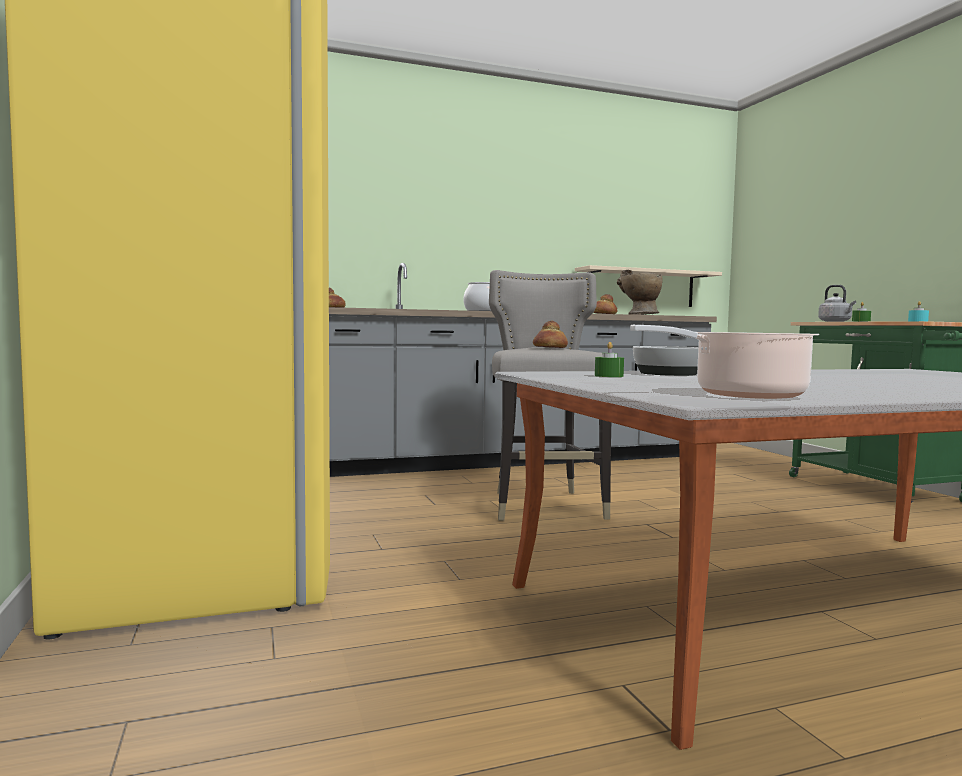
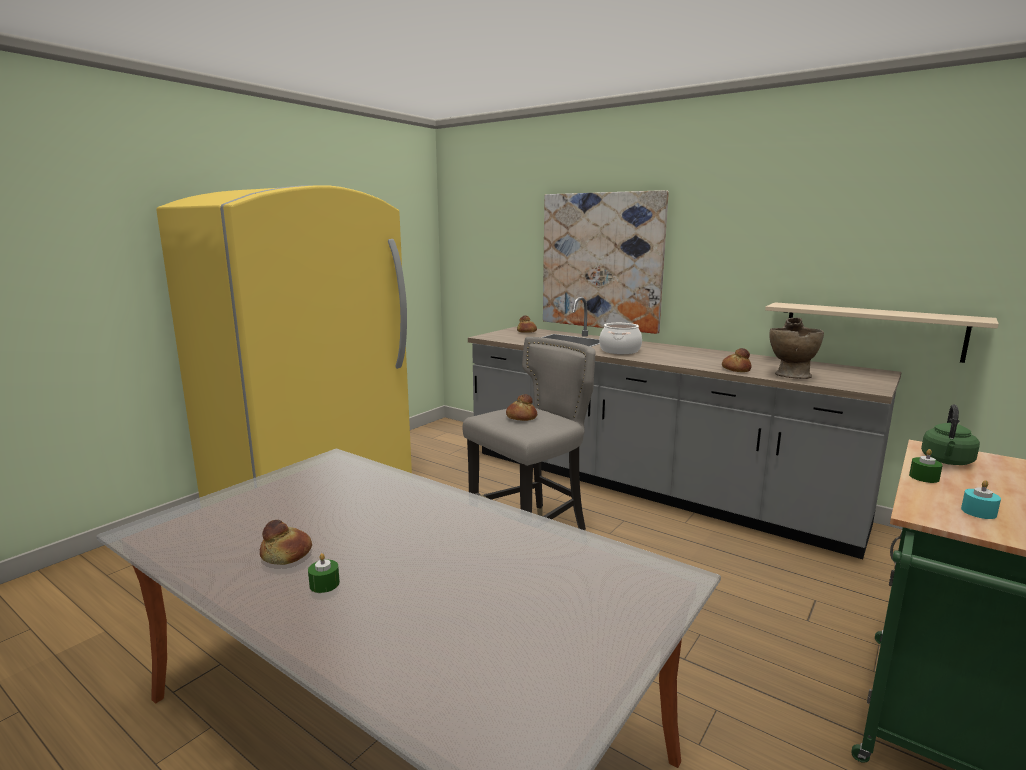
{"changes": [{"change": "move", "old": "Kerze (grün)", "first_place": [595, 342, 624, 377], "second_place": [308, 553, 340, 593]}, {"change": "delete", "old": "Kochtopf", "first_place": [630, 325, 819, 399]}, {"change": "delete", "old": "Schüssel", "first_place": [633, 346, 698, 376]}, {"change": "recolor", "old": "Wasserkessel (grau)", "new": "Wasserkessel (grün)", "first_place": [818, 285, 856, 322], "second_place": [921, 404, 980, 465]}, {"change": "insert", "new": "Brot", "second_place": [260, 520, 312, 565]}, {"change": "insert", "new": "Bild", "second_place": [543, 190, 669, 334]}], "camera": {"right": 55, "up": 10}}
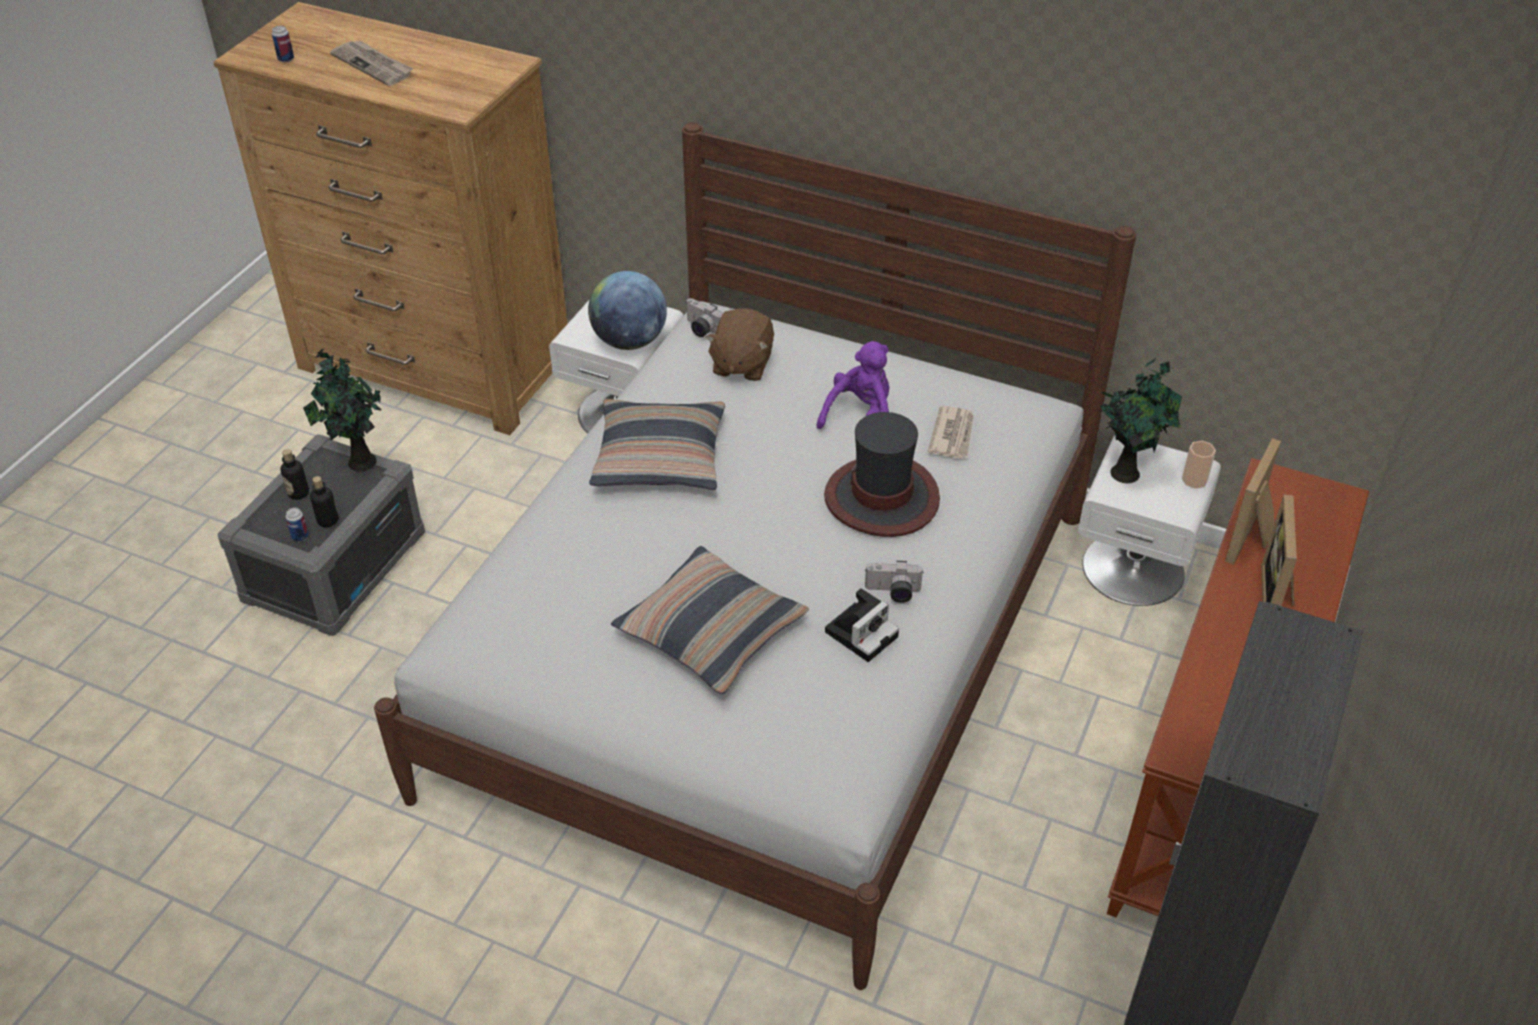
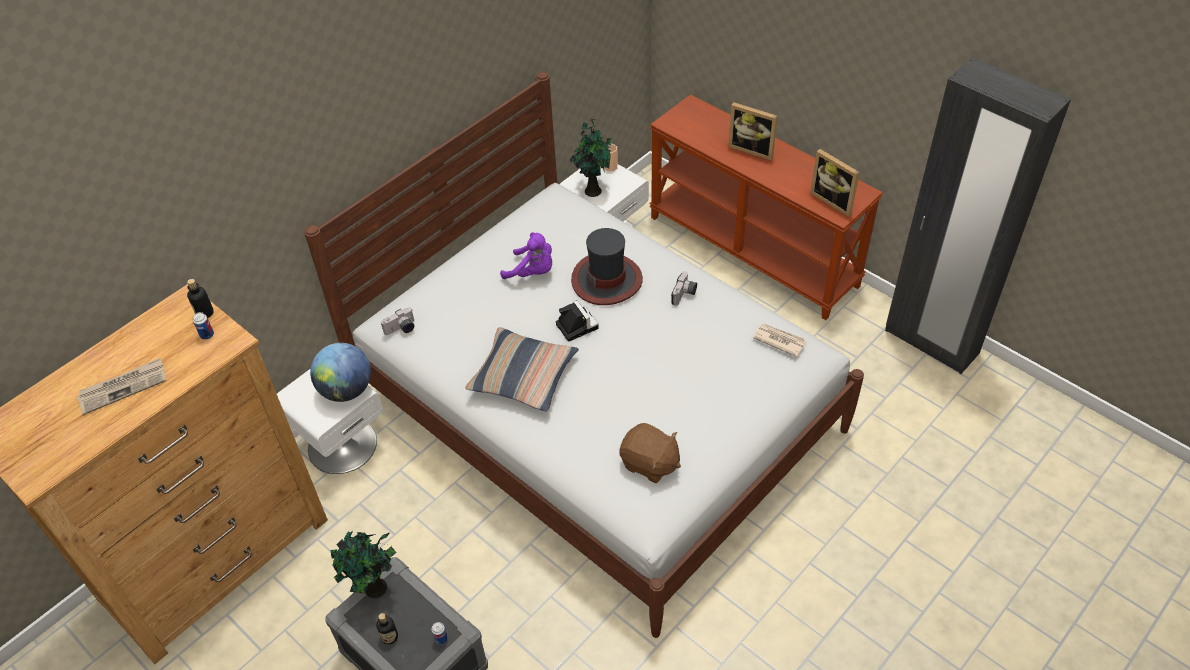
{"changes": [{"change": "move", "old": "Dose", "first_place": [272, 26, 294, 62], "second_place": [193, 312, 214, 340]}, {"change": "move", "old": "Flasche", "first_place": [310, 476, 339, 527], "second_place": [187, 279, 214, 318]}, {"change": "delete", "old": "Kissen", "first_place": [611, 546, 809, 694]}, {"change": "move", "old": "Plüschtier (braun)", "first_place": [705, 308, 774, 381], "second_place": [620, 423, 681, 483]}, {"change": "rotate", "old": "Plüschtier (lila)", "first_place": [817, 341, 889, 429], "second_place": [500, 232, 552, 279], "degrees": 150}, {"change": "move", "old": "Kamera", "first_place": [825, 588, 899, 662], "second_place": [556, 300, 599, 342]}, {"change": "move", "old": "Zeitung", "first_place": [928, 406, 974, 459], "second_place": [753, 323, 807, 357]}, {"change": "move", "old": "Bilderrahmen", "first_place": [1225, 438, 1281, 565], "second_place": [810, 149, 860, 217]}], "camera": {"right": -70, "up": 5}}
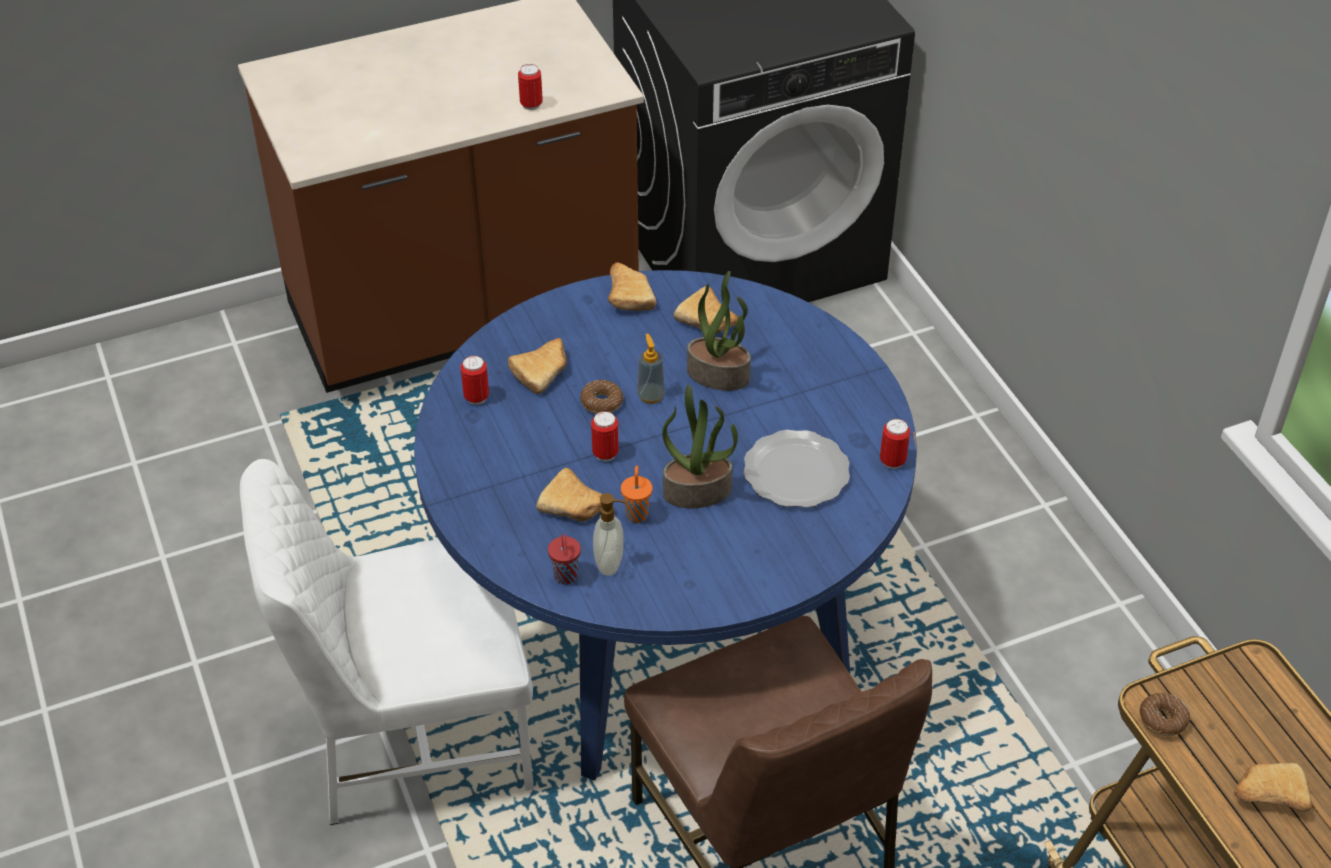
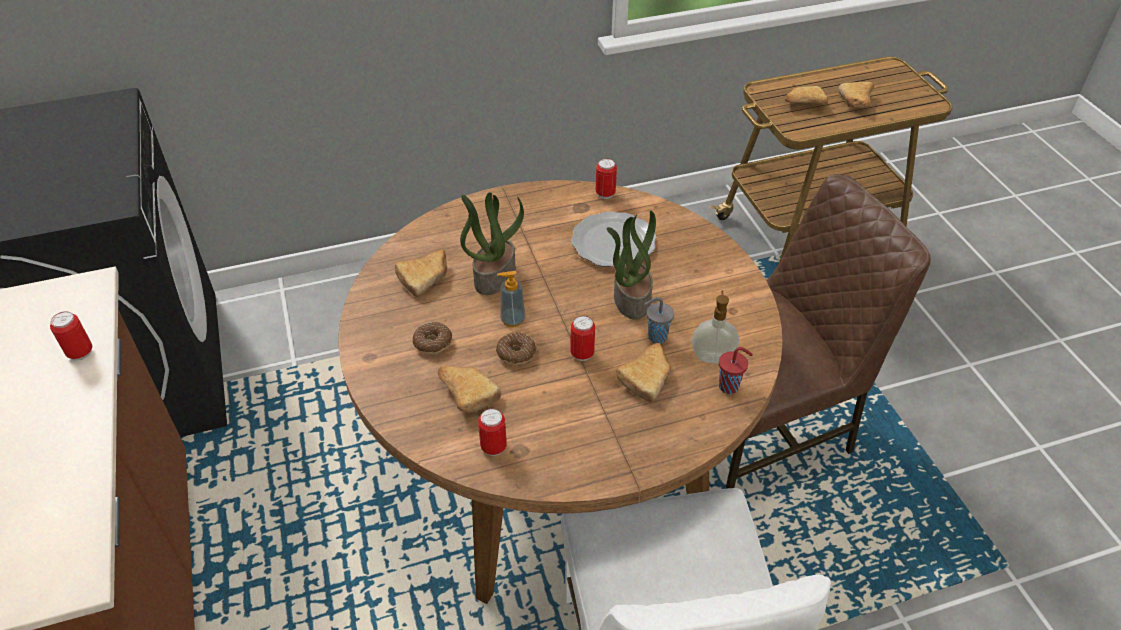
{"changes": [{"change": "recolor", "old": "Esstisch (blau)", "new": "Esstisch (braun)", "first_place": [414, 270, 917, 781], "second_place": [339, 180, 783, 604]}, {"change": "move", "old": "Brot", "first_place": [608, 262, 656, 311], "second_place": [785, 86, 828, 105]}, {"change": "recolor", "old": "Tasse (orange)", "new": "Tasse (grau)", "first_place": [621, 466, 653, 523], "second_place": [644, 297, 674, 344]}, {"change": "move", "old": "Donut", "first_place": [1139, 693, 1190, 736], "second_place": [412, 322, 452, 354]}], "camera": {"right": -85, "up": 0}}
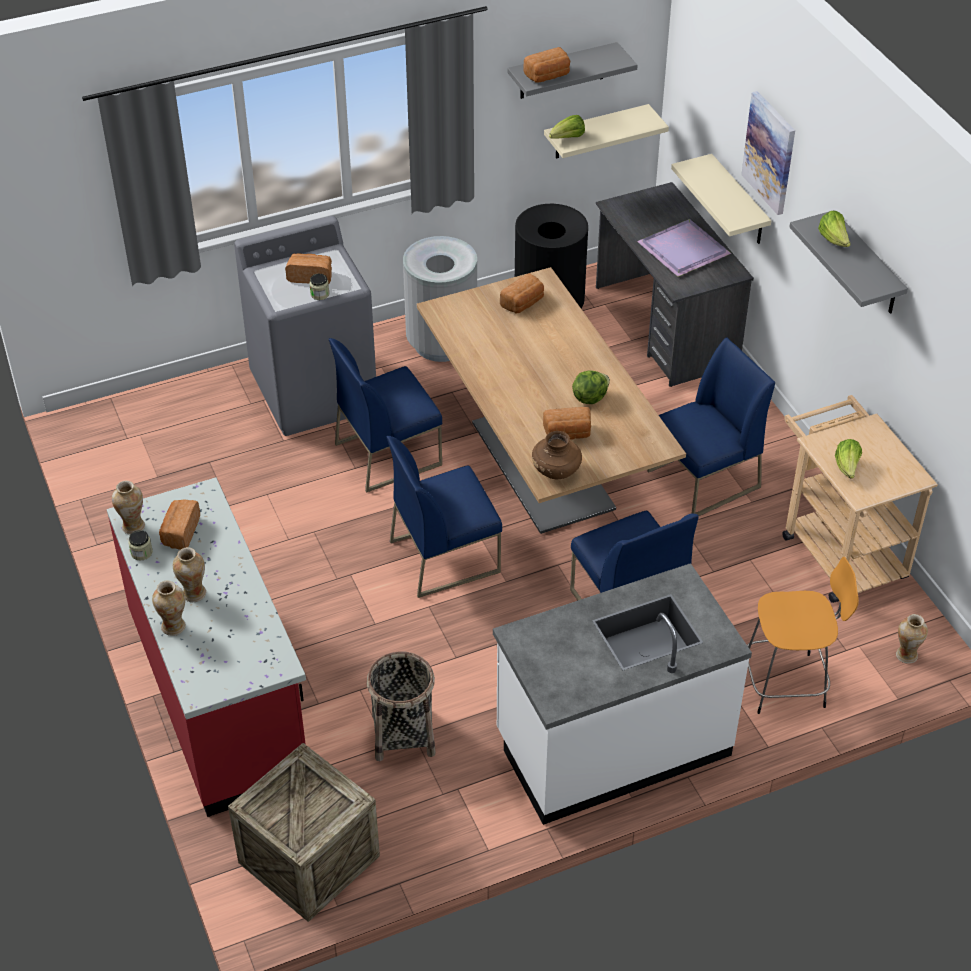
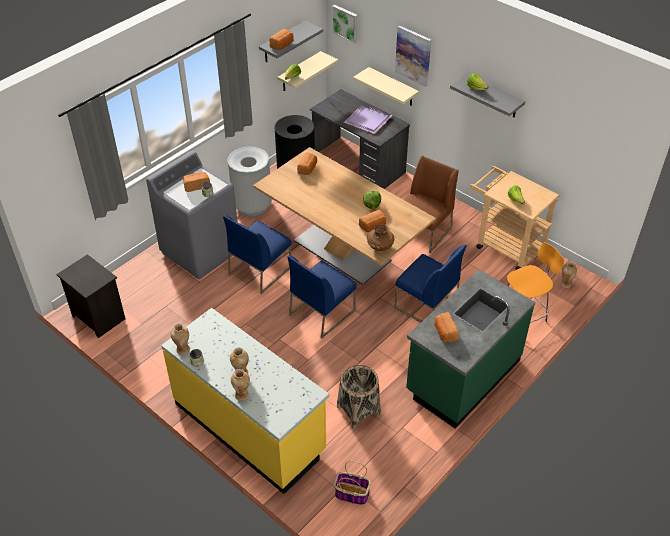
{"changes": [{"change": "recolor", "old": "Küchenzeile (rot)", "new": "Küchenzeile (gelb)", "first_place": [107, 477, 306, 817], "second_place": [161, 308, 329, 494]}, {"change": "move", "old": "Brot", "first_place": [159, 499, 200, 550], "second_place": [434, 312, 459, 342]}, {"change": "replace", "old": "Kiste", "new": "Korb", "first_place": [228, 743, 380, 922], "second_place": [334, 461, 371, 505]}, {"change": "recolor", "old": "Küchenzeile (weiß)", "new": "Küchenzeile (grün)", "first_place": [493, 563, 752, 825], "second_place": [406, 270, 535, 429]}, {"change": "recolor", "old": "Stuhl (blau)", "new": "Stuhl (braun)", "first_place": [647, 337, 775, 516], "second_place": [404, 155, 459, 253]}, {"change": "insert", "new": "Nachttisch (schwarz)", "second_place": [56, 254, 125, 338]}, {"change": "insert", "new": "Bild", "second_place": [332, 5, 358, 44]}], "camera": {"right": -25, "up": 0}}
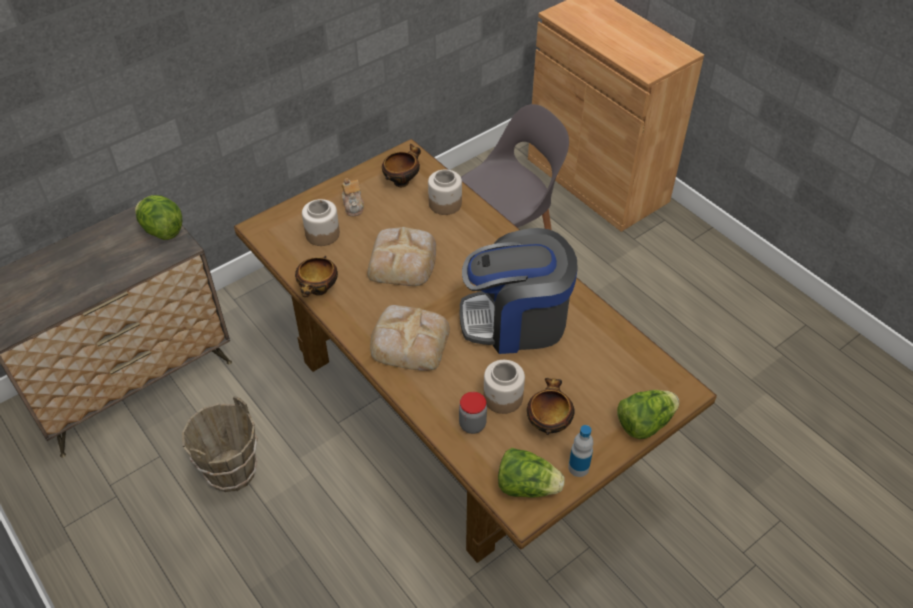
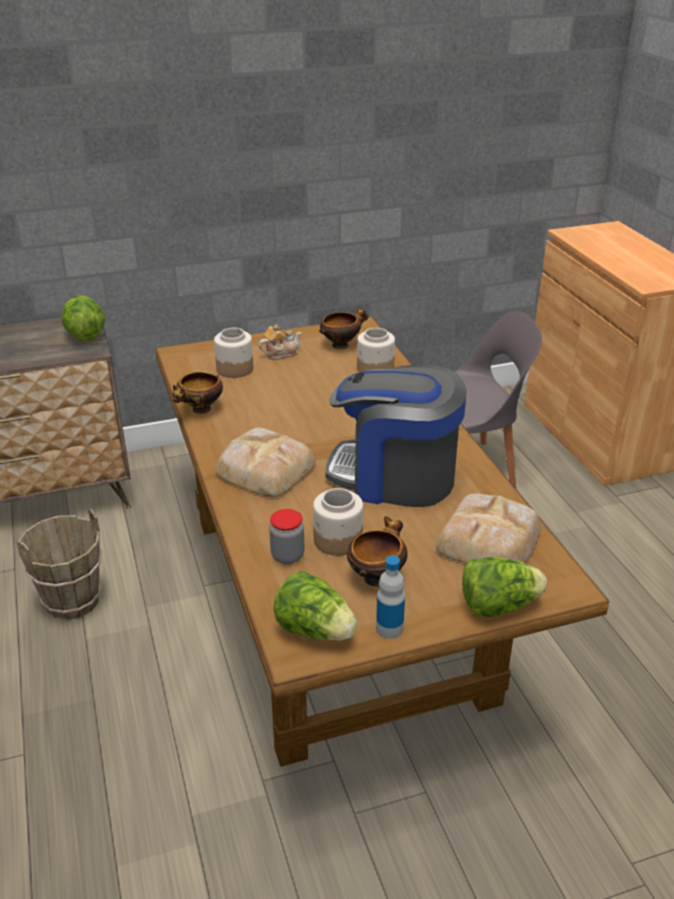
{"changes": [{"change": "rotate", "old": "Teekanne", "first_place": [341, 178, 364, 216], "second_place": [259, 324, 302, 360], "degrees": -120}, {"change": "move", "old": "Brot", "first_place": [368, 227, 436, 286], "second_place": [436, 493, 541, 564]}], "camera": {"right": 20, "up": -15}}
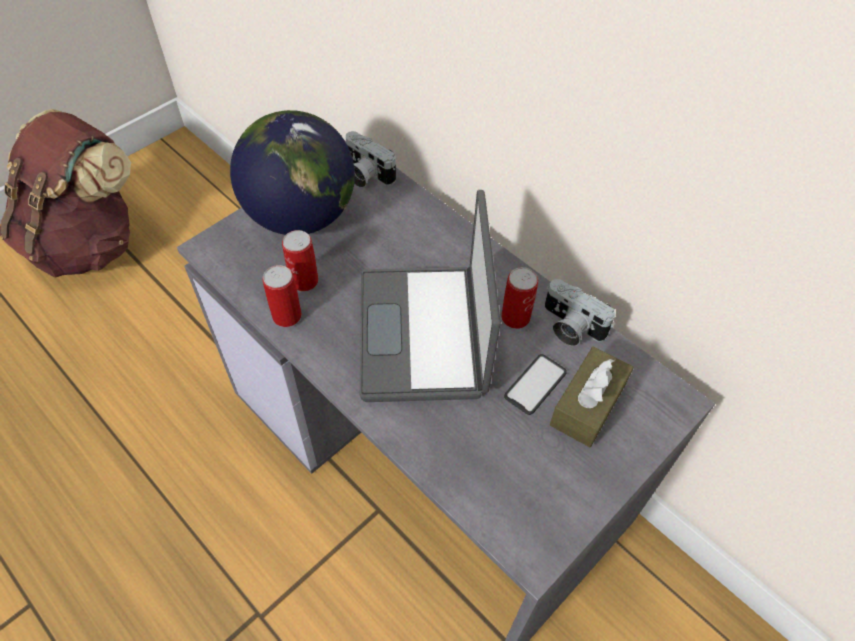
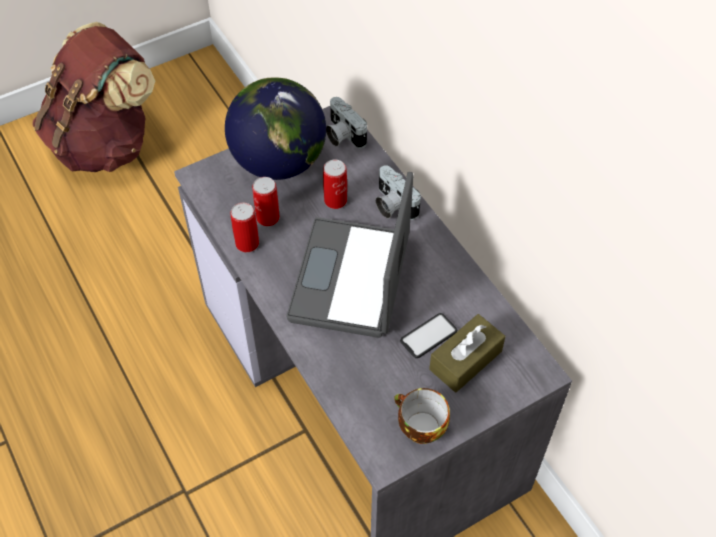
{"changes": [{"change": "move", "old": "Dose", "first_place": [501, 267, 538, 329], "second_place": [323, 159, 347, 209]}, {"change": "move", "old": "Kamera", "first_place": [544, 279, 615, 346], "second_place": [375, 165, 421, 220]}, {"change": "insert", "new": "Tasse", "second_place": [394, 388, 450, 444]}], "camera": {"right": 15, "up": 0}}
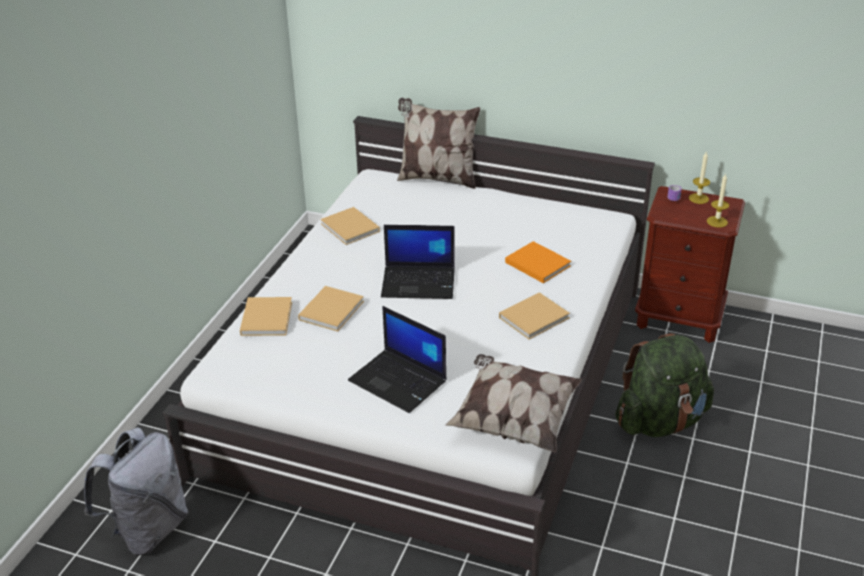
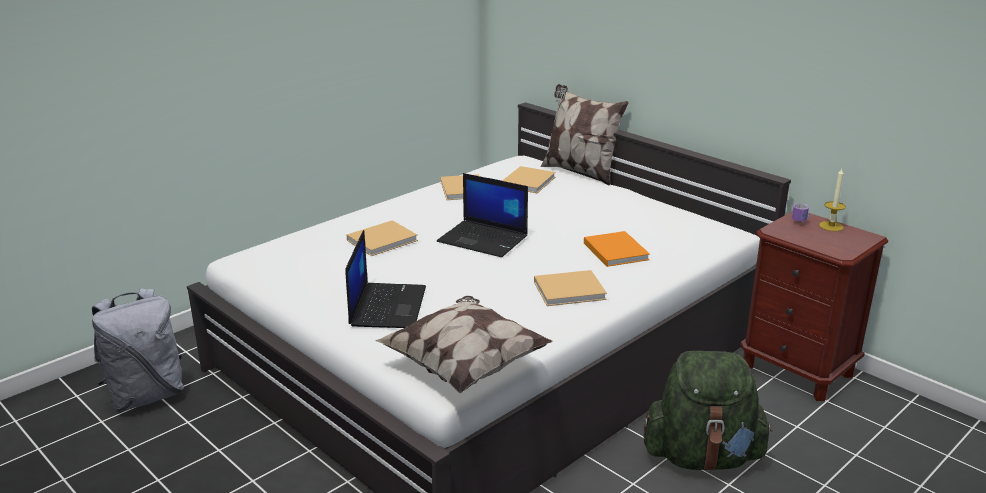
{"changes": [{"change": "move", "old": "Buch (beige)", "first_place": [240, 297, 292, 336], "second_place": [502, 166, 556, 193]}, {"change": "rotate", "old": "Laptop", "first_place": [348, 306, 446, 413], "second_place": [345, 230, 426, 328], "degrees": -150}, {"change": "delete", "old": "Kerze", "first_place": [707, 174, 729, 228]}], "camera": {"right": 25, "up": -10}}
